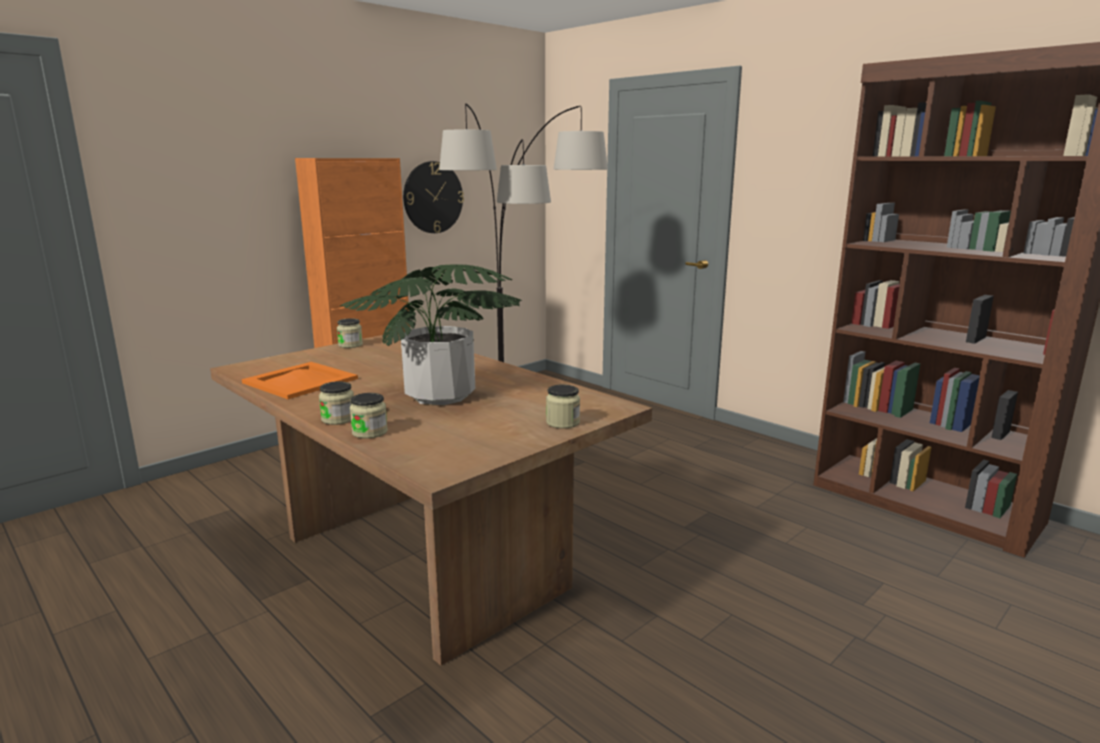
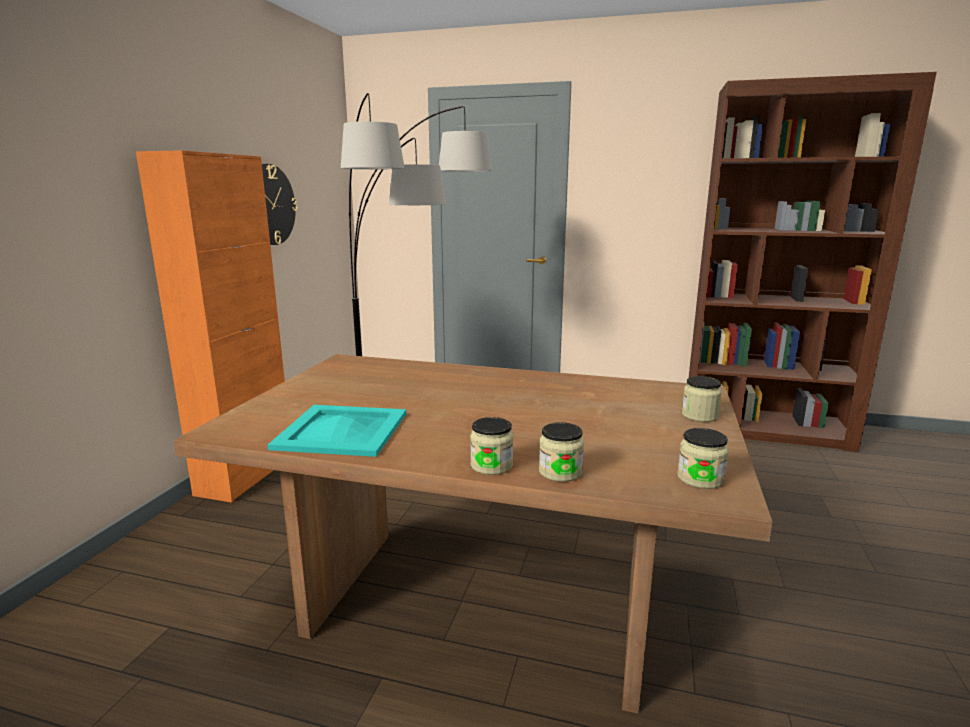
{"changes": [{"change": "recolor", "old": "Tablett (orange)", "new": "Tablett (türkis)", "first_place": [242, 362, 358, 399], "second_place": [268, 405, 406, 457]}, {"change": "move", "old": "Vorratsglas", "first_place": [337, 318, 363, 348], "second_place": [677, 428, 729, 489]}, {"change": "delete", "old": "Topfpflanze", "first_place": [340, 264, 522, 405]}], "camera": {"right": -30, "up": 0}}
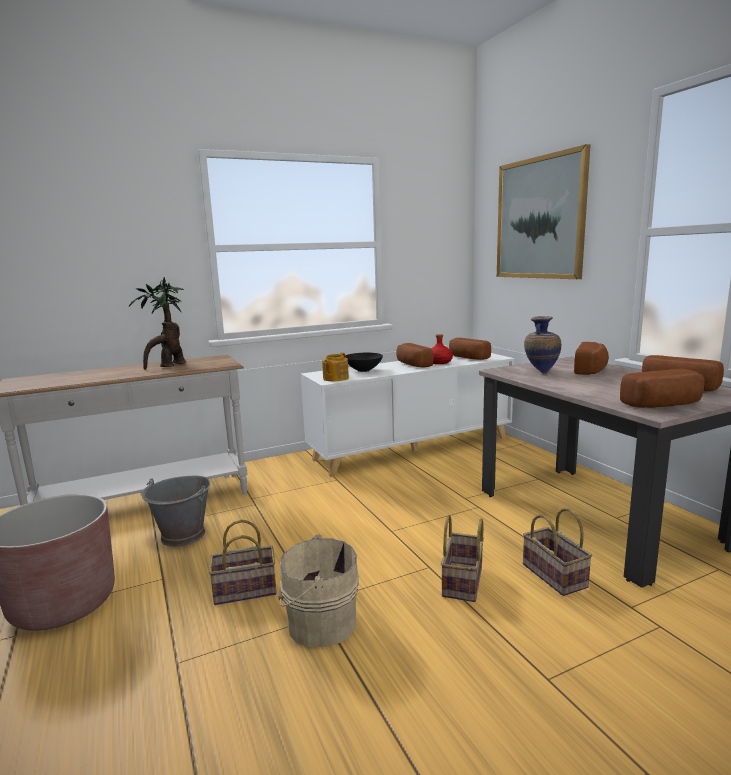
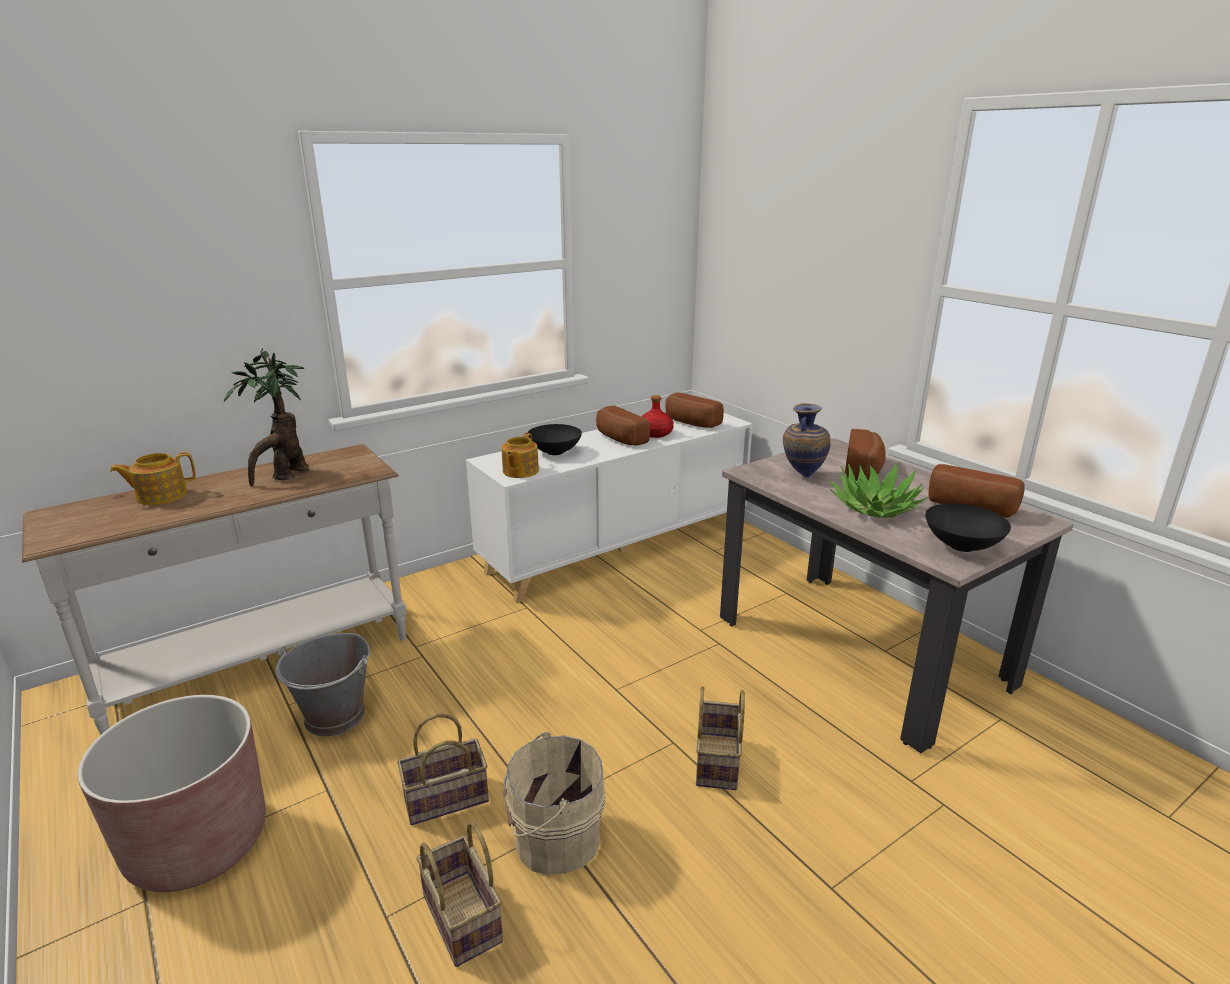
{"changes": [{"change": "delete", "old": "Bild", "first_place": [497, 144, 591, 279]}, {"change": "move", "old": "Korb", "first_place": [523, 508, 592, 596], "second_place": [416, 821, 503, 967]}, {"change": "replace", "old": "Brot", "new": "Schüssel (schwarz)", "first_place": [620, 369, 705, 408], "second_place": [925, 503, 1011, 552]}, {"change": "insert", "new": "Teekanne", "second_place": [110, 452, 196, 505]}, {"change": "insert", "new": "Topfpflanze", "second_place": [829, 462, 928, 518]}], "camera": {"right": -10, "up": 10}}
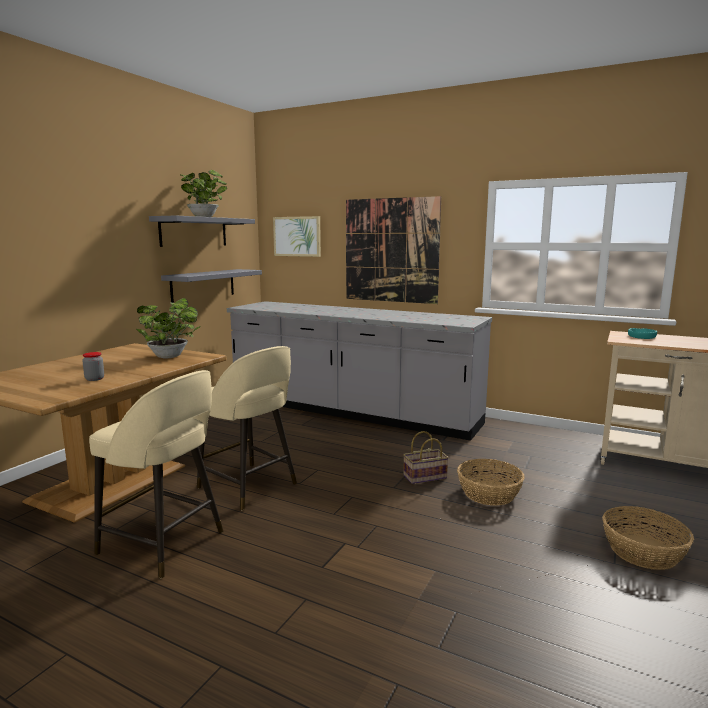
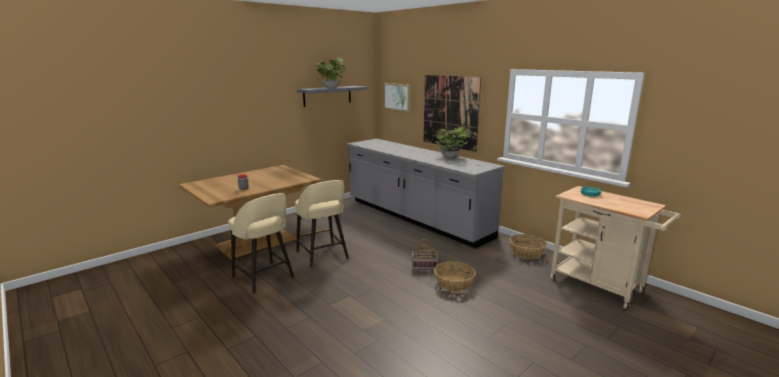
{"changes": [{"change": "move", "old": "Topfpflanze", "first_place": [136, 298, 201, 358], "second_place": [435, 127, 469, 158]}, {"change": "delete", "old": "Wandregal (grau)", "first_place": [161, 269, 262, 303]}, {"change": "move", "old": "Korb", "first_place": [602, 506, 694, 570], "second_place": [510, 234, 547, 259]}], "camera": {"right": 20, "up": 5}}
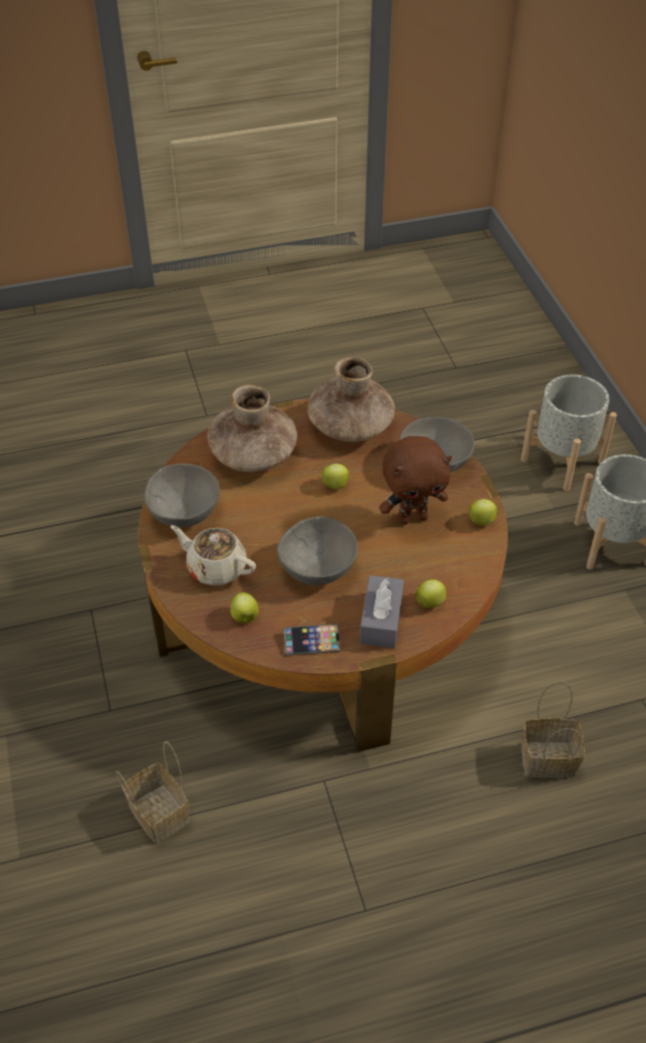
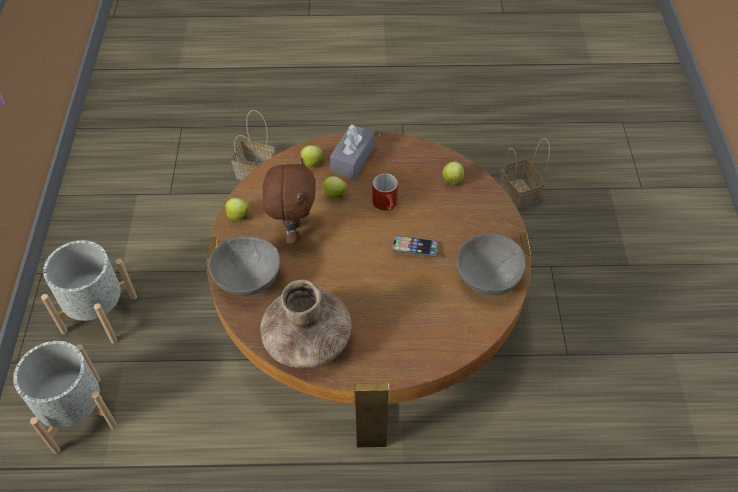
{"changes": [{"change": "delete", "old": "Teekanne (beige)", "first_place": [171, 525, 256, 586]}, {"change": "delete", "old": "Vase (braun)", "first_place": [207, 385, 297, 472]}, {"change": "replace", "old": "Schüssel (grau)", "new": "Henkelbecher (rot)", "first_place": [277, 516, 358, 585], "second_place": [372, 173, 398, 211]}, {"change": "move", "old": "Handy", "first_place": [283, 624, 340, 656], "second_place": [392, 235, 439, 258]}, {"change": "move", "old": "Apfel", "first_place": [322, 464, 352, 489], "second_place": [323, 176, 347, 199]}, {"change": "rotate", "old": "Plüschtier (braun)", "first_place": [379, 436, 452, 525], "second_place": [263, 158, 316, 244], "degrees": 90}], "camera": {"right": -165, "up": 5}}
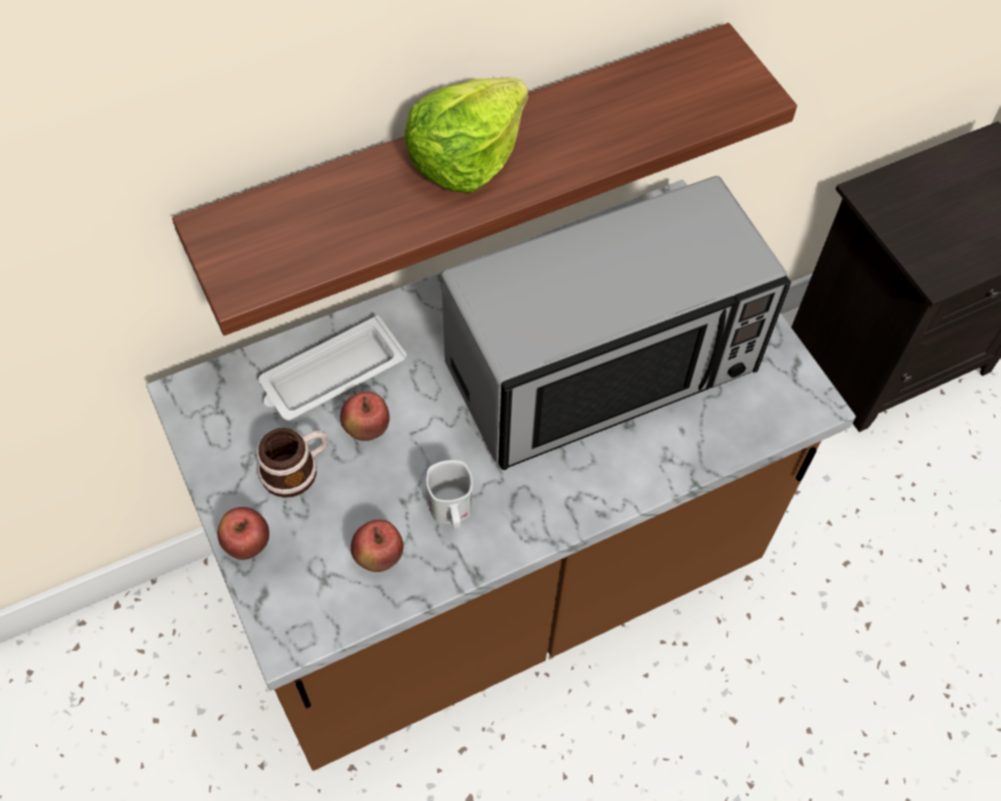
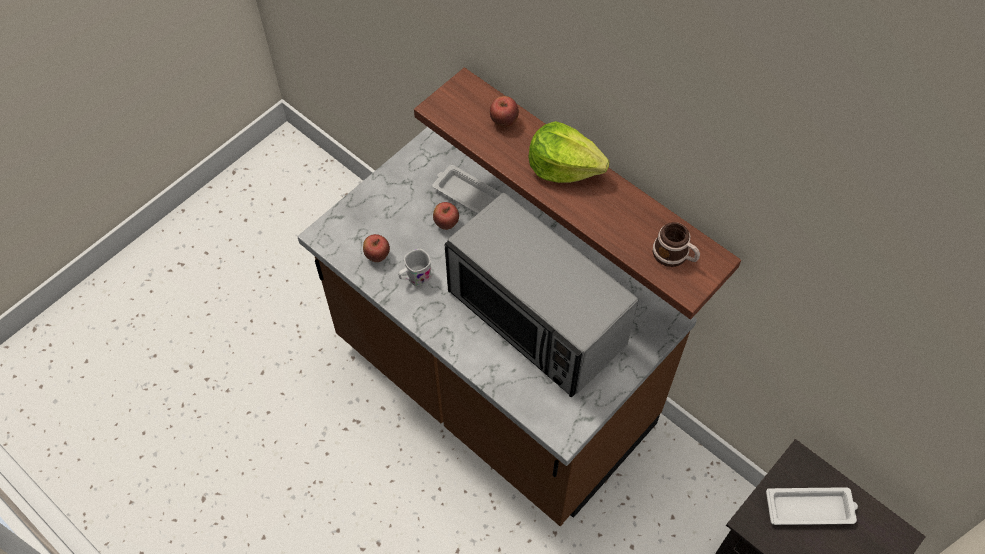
{"changes": [{"change": "move", "old": "Apfel", "first_place": [217, 507, 269, 560], "second_place": [490, 96, 519, 127]}, {"change": "move", "old": "Henkelbecher", "first_place": [257, 428, 329, 498], "second_place": [653, 222, 700, 267]}, {"change": "insert", "new": "Tablett (weiß)", "second_place": [766, 487, 858, 525]}], "camera": {"right": 70, "up": 0}}
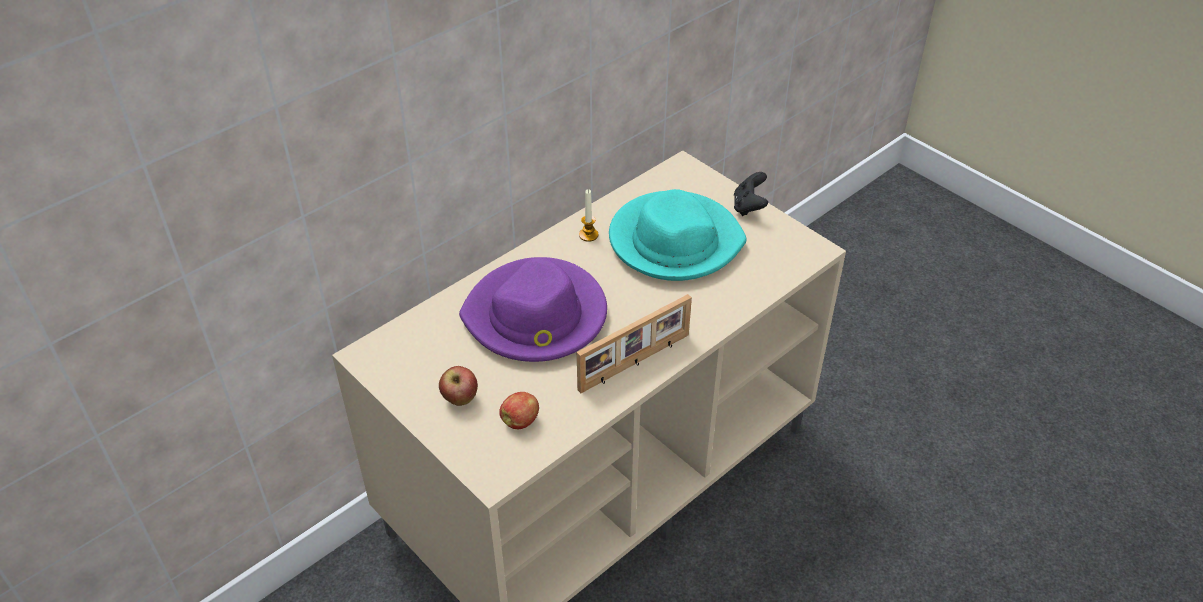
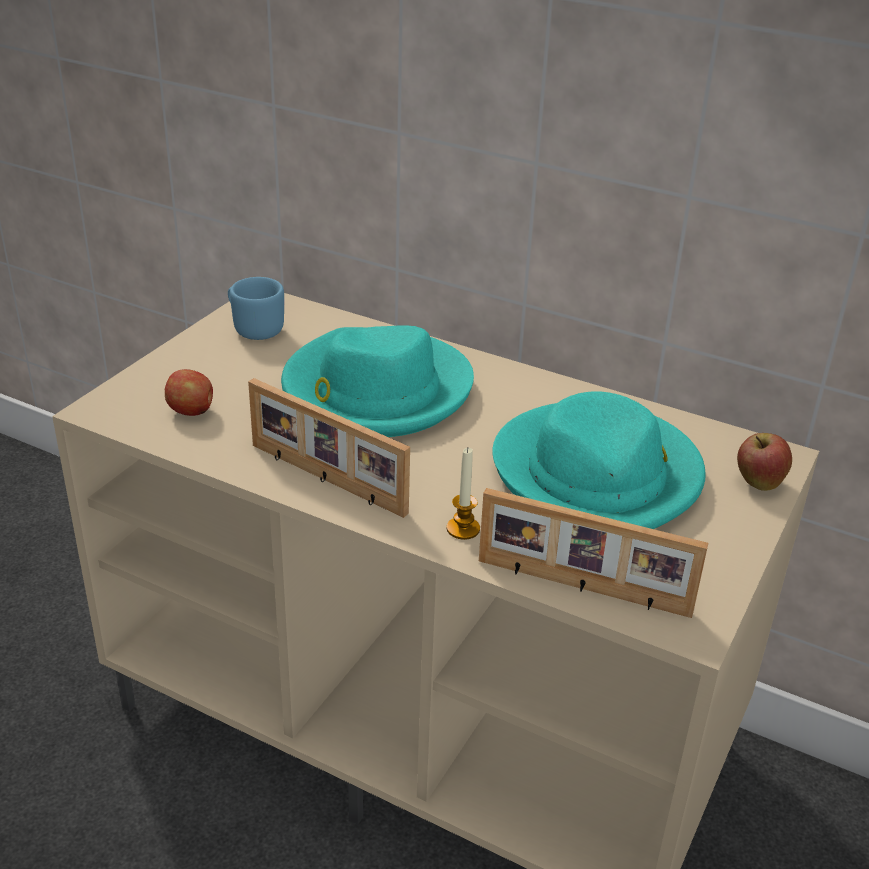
{"changes": [{"change": "move", "old": "Apfel", "first_place": [439, 366, 478, 406], "second_place": [737, 433, 792, 491]}, {"change": "recolor", "old": "Hut (lila)", "new": "Hut (türkis)", "first_place": [459, 257, 607, 362], "second_place": [281, 325, 474, 437]}, {"change": "move", "old": "Kerze", "first_place": [579, 189, 598, 242], "second_place": [447, 448, 480, 540]}, {"change": "delete", "old": "Gamepad (schwarz)", "first_place": [734, 172, 768, 216]}, {"change": "insert", "new": "Henkelbecher (blau)", "second_place": [228, 277, 284, 340]}, {"change": "insert", "new": "Bilderrahmen", "second_place": [479, 488, 708, 618]}], "camera": {"right": 70, "up": -10}}
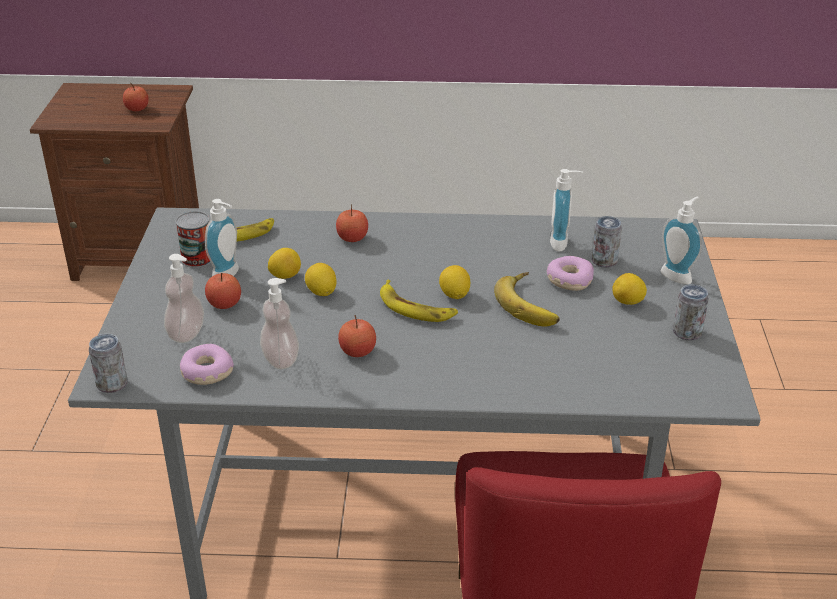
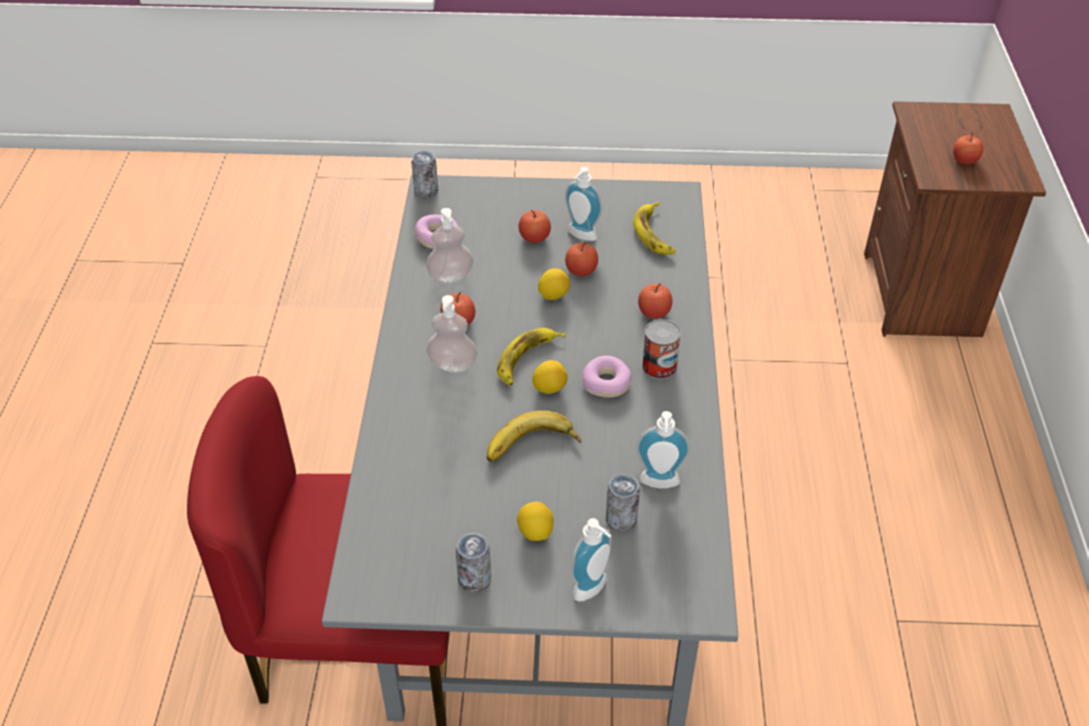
{"changes": [{"change": "move", "old": "Seifenspender", "first_place": [164, 254, 204, 343], "second_place": [426, 295, 478, 373]}, {"change": "move", "old": "Dose", "first_place": [176, 211, 211, 268], "second_place": [642, 319, 681, 379]}, {"change": "replace", "old": "Zitrone", "new": "Apfel", "first_place": [268, 248, 301, 279], "second_place": [565, 242, 598, 276]}, {"change": "move", "old": "Donut", "first_place": [547, 256, 594, 291], "second_place": [582, 356, 632, 397]}], "camera": {"right": 90, "up": 10}}
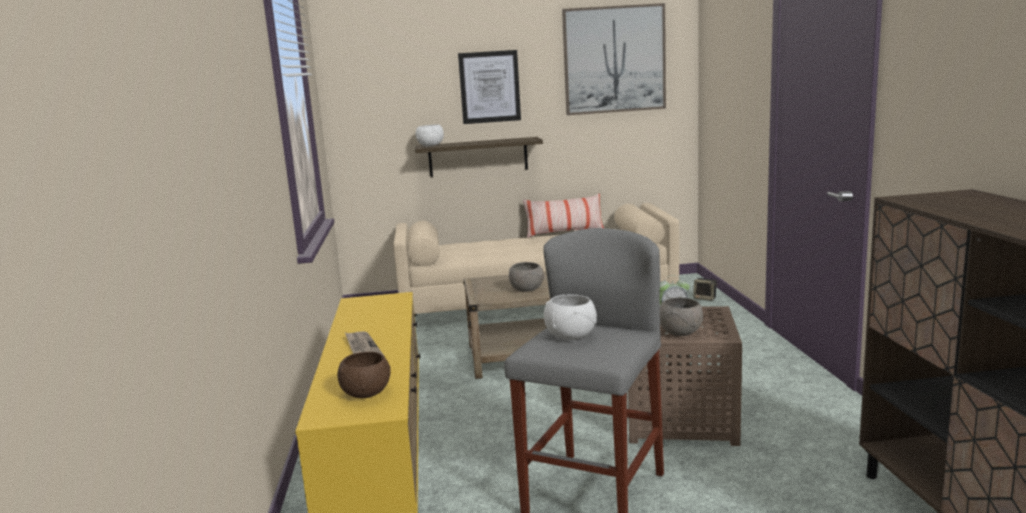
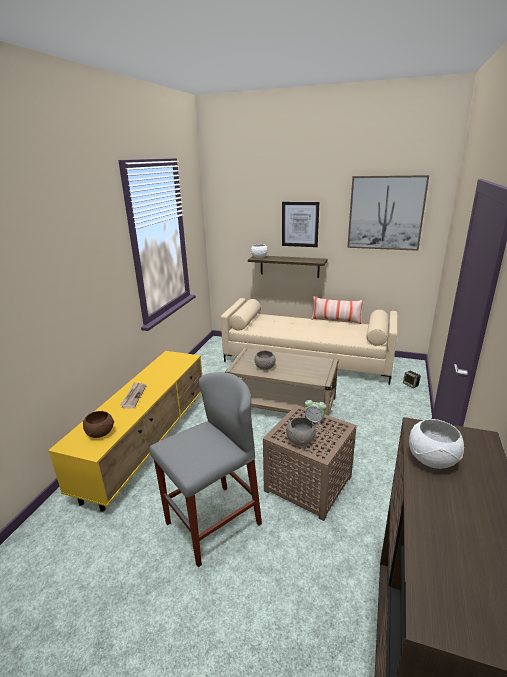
{"changes": [{"change": "move", "old": "Schüssel (weiß)", "first_place": [544, 294, 597, 340], "second_place": [409, 419, 464, 469]}], "camera": {"right": 25, "up": 10}}
